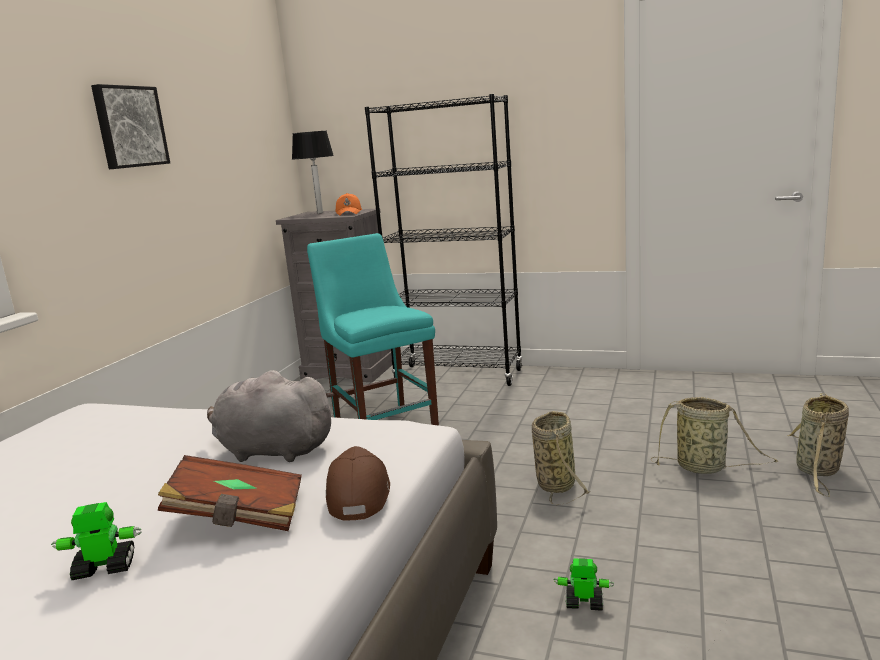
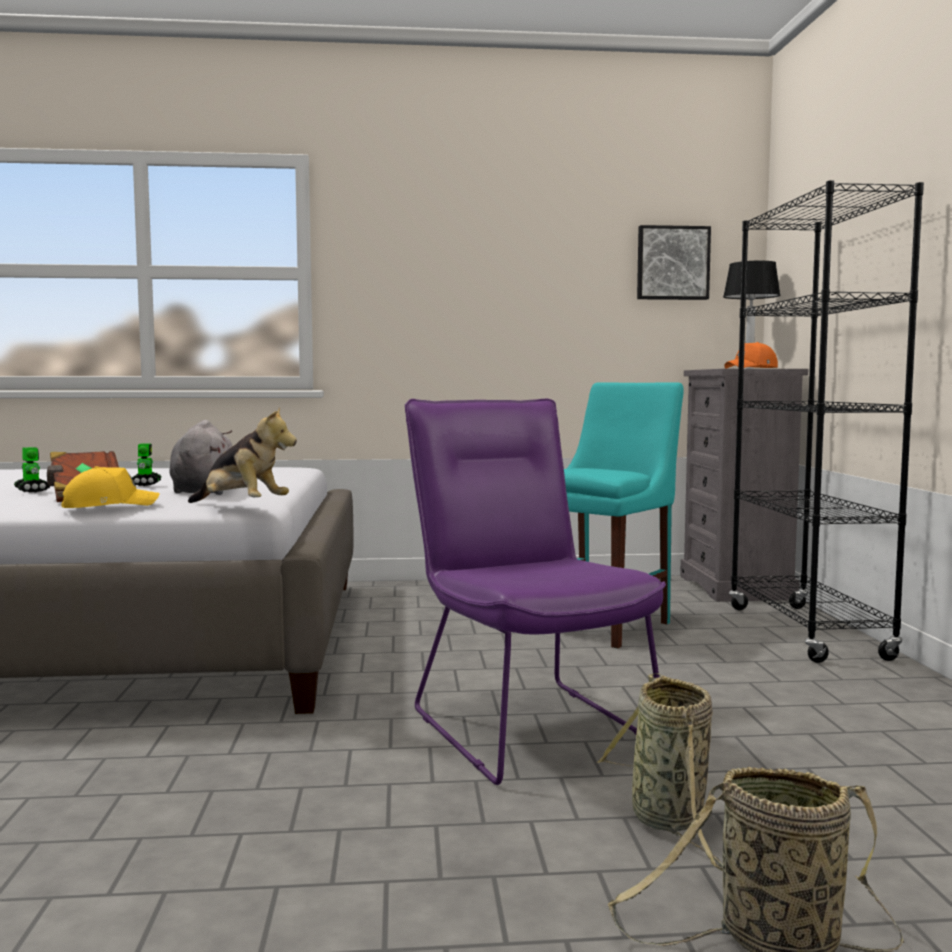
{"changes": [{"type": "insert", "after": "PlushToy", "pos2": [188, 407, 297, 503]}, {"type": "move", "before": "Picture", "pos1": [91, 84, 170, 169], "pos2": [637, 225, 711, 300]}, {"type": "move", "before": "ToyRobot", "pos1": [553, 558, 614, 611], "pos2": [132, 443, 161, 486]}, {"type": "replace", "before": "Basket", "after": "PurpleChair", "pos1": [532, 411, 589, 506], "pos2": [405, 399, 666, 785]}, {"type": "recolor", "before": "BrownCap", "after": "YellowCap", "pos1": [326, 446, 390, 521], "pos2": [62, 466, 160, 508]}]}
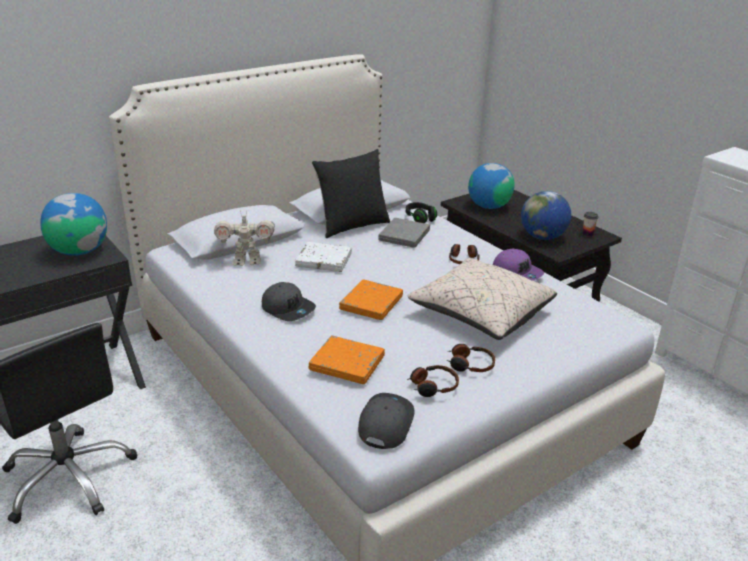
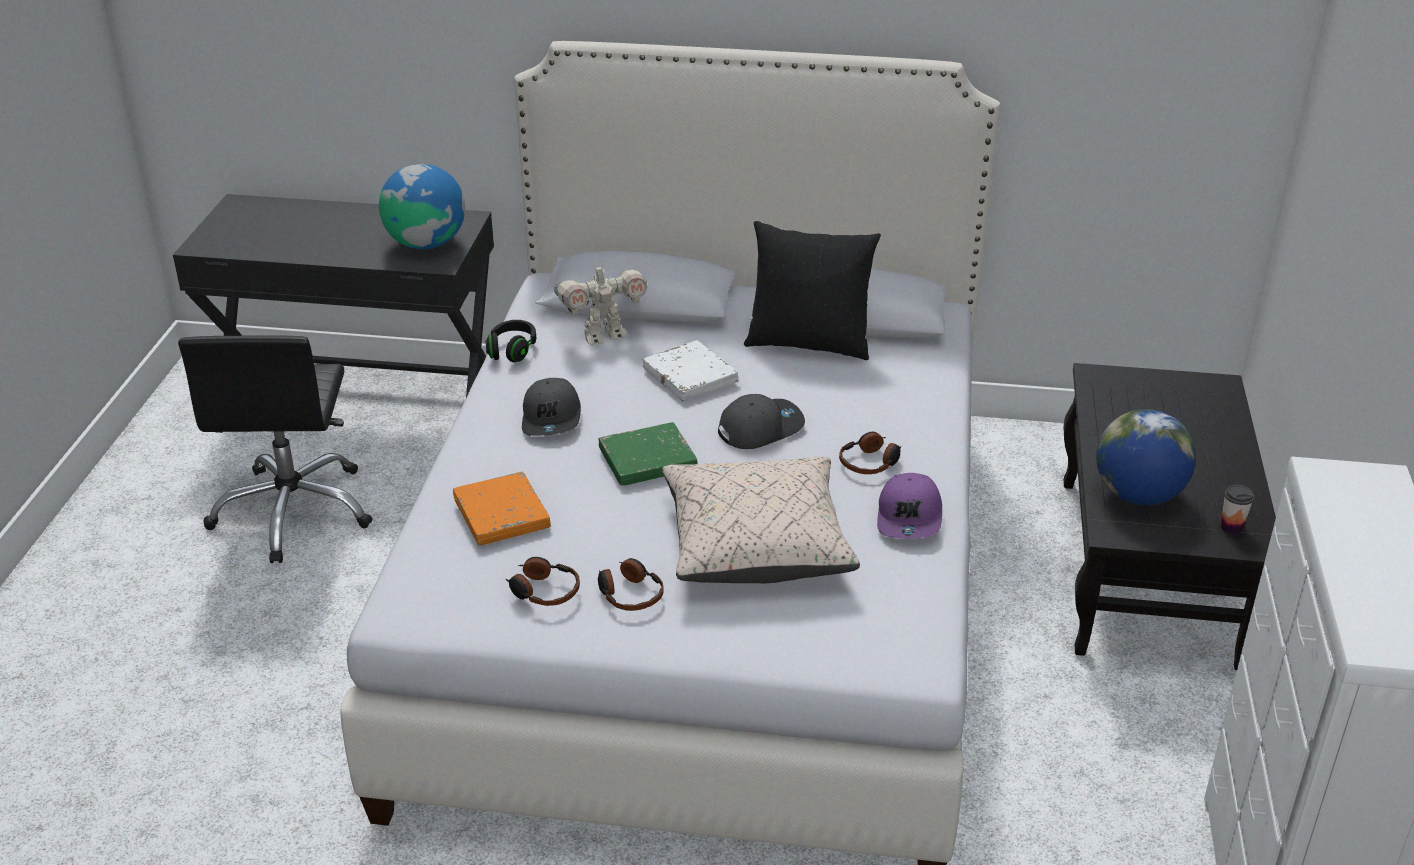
{"changes": [{"type": "delete", "before": "GreyBook", "pos1": [378, 218, 430, 248]}, {"type": "delete", "before": "Globe", "pos1": [468, 163, 515, 209]}, {"type": "move", "before": "GreyCap", "pos1": [358, 393, 414, 449], "pos2": [718, 394, 805, 449]}, {"type": "move", "before": "BlackHeadphones", "pos1": [406, 202, 437, 223], "pos2": [485, 320, 536, 362]}, {"type": "recolor", "before": "OrangeBook", "after": "GreenBook", "pos1": [339, 280, 403, 320], "pos2": [599, 422, 698, 486]}, {"type": "rotate", "before": "ToyRobot", "pos1": [214, 210, 275, 266], "pos2": [554, 262, 648, 345], "turn": -60}]}
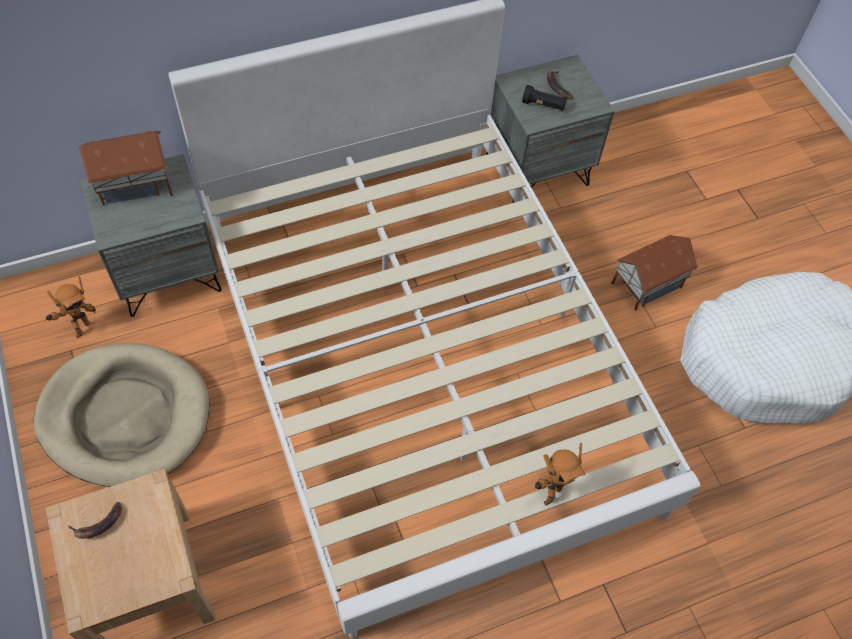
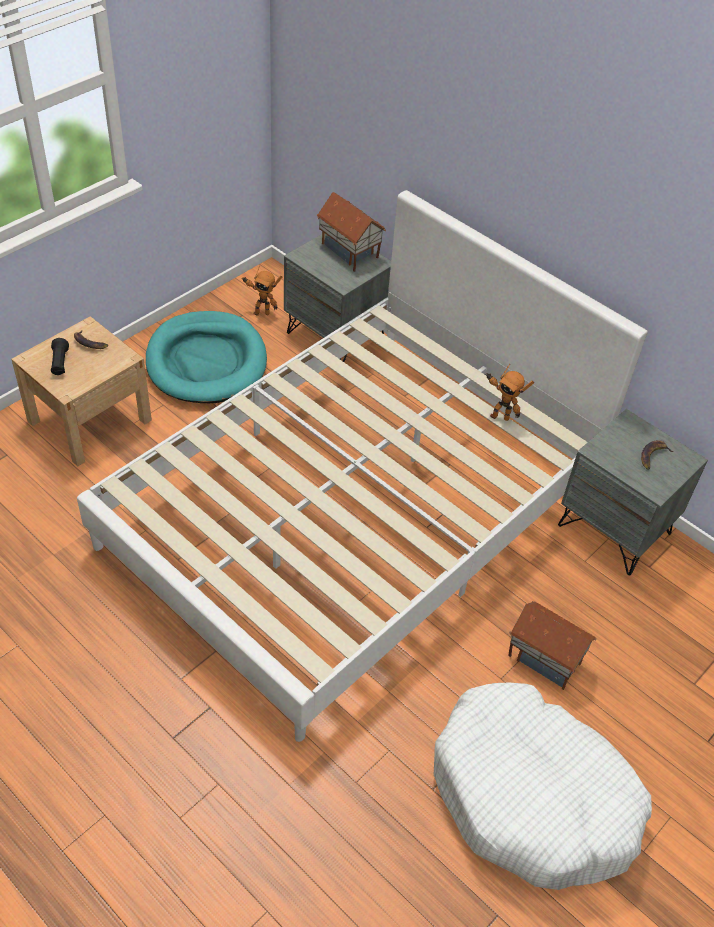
{"changes": [{"type": "move", "before": "BlackFlashlight", "pos1": [522, 85, 567, 111], "pos2": [51, 338, 69, 375]}, {"type": "move", "before": "ToyRobot", "pos1": [535, 443, 586, 505], "pos2": [485, 364, 534, 421]}, {"type": "recolor", "before": "BeigeDogBed", "after": "TurquoiseDogBed", "pos1": [33, 343, 209, 487], "pos2": [146, 311, 267, 403]}]}
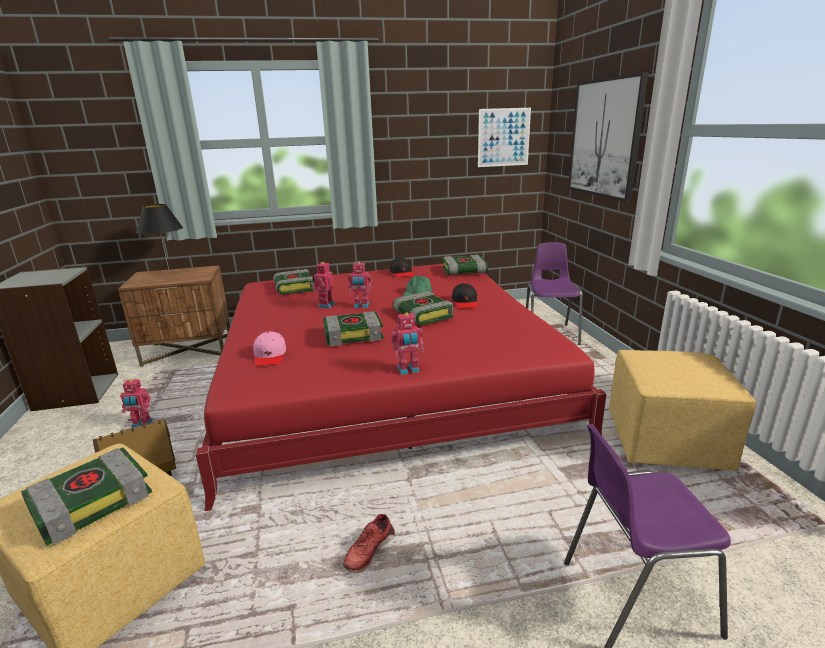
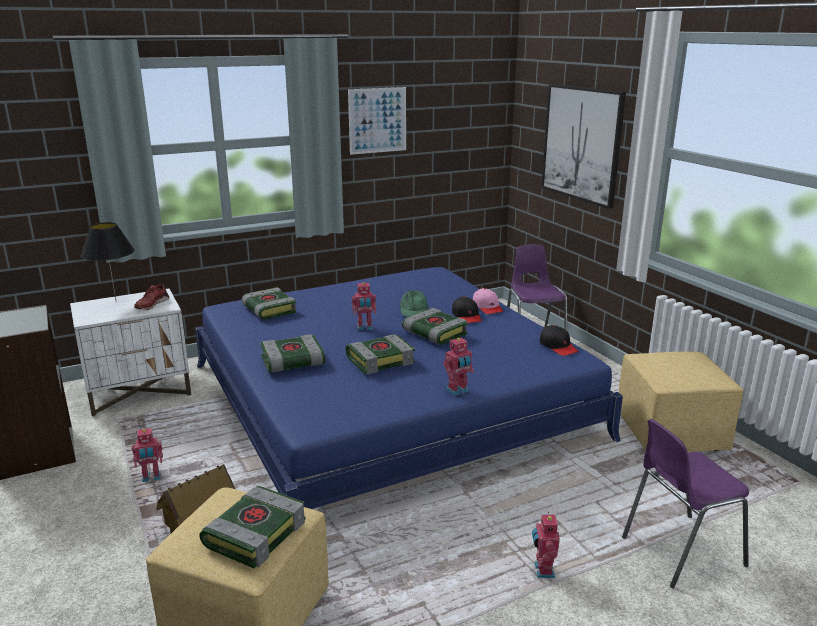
{"changes": [{"type": "move", "before": "PinkCap", "pos1": [253, 331, 286, 366], "pos2": [473, 288, 503, 314]}, {"type": "move", "before": "ToyRobot", "pos1": [313, 262, 335, 308], "pos2": [532, 512, 560, 578]}, {"type": "move", "before": "RedShoe", "pos1": [343, 514, 395, 573], "pos2": [134, 284, 169, 310]}, {"type": "move", "before": "BlackCap", "pos1": [390, 257, 413, 278], "pos2": [540, 325, 579, 356]}, {"type": "move", "before": "Book", "pos1": [442, 255, 488, 275], "pos2": [260, 334, 325, 373]}, {"type": "move", "before": "Picture", "pos1": [478, 108, 531, 167], "pos2": [348, 87, 406, 155]}, {"type": "recolor", "before": "BrownNightstand", "after": "WhiteNightstand", "pos1": [118, 265, 230, 367], "pos2": [70, 289, 191, 417]}, {"type": "recolor", "before": "RedBed", "after": "BlueBed", "pos1": [196, 264, 607, 511], "pos2": [195, 267, 623, 509]}]}
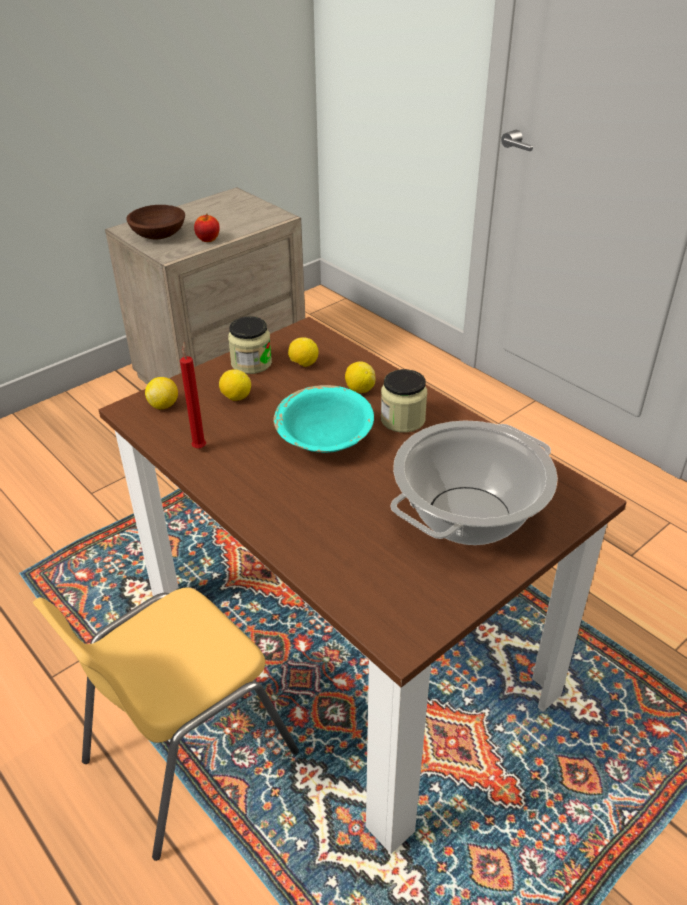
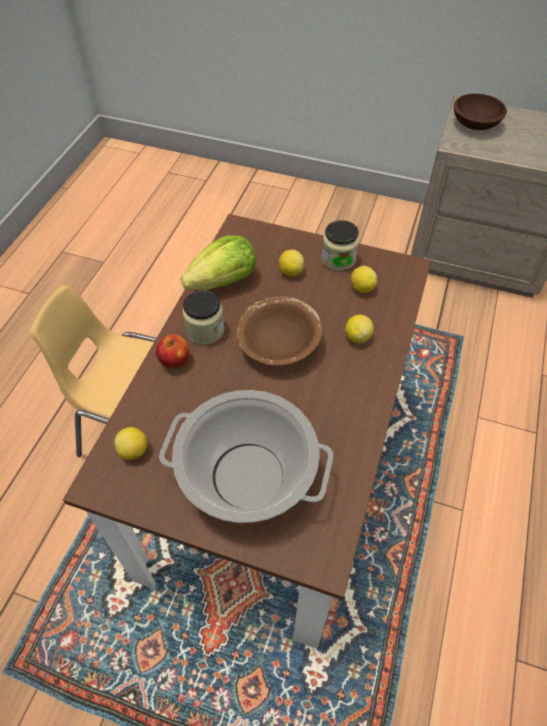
{"changes": [{"type": "move", "before": "Lemon", "pos1": [145, 377, 178, 409], "pos2": [114, 427, 147, 460]}, {"type": "move", "before": "Apple", "pos1": [194, 214, 220, 242], "pos2": [156, 334, 189, 368]}, {"type": "move", "before": "Jar", "pos1": [381, 369, 427, 433], "pos2": [182, 290, 225, 345]}, {"type": "replace", "before": "RedCandle", "after": "Lettuce", "pos1": [180, 342, 206, 449], "pos2": [180, 235, 256, 290]}, {"type": "recolor", "before": "TurquoiseBowl", "after": "BrownBowl", "pos1": [273, 385, 374, 453], "pos2": [237, 297, 322, 365]}]}
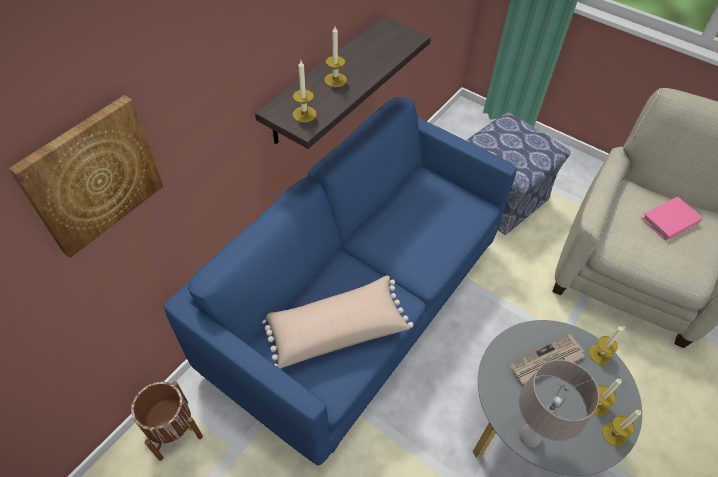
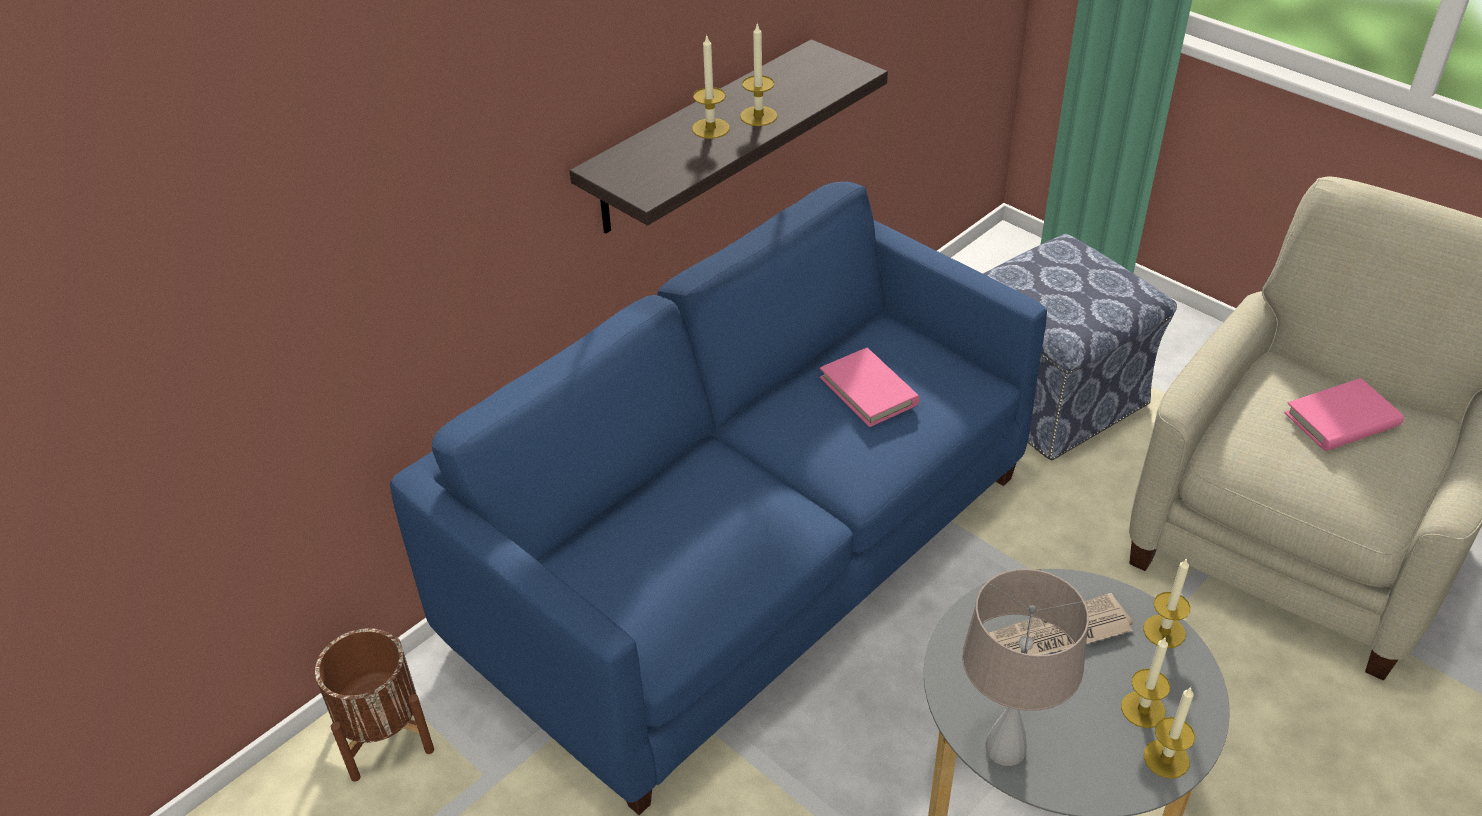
{"changes": [{"type": "delete", "before": "Picture", "pos1": [8, 95, 163, 258]}, {"type": "delete", "before": "BeigePillow", "pos1": [262, 275, 413, 368]}, {"type": "insert", "after": "PinkBook", "pos2": [820, 348, 920, 427]}, {"type": "move", "before": "Candle", "pos1": [293, 60, 317, 123], "pos2": [740, 22, 778, 126]}]}
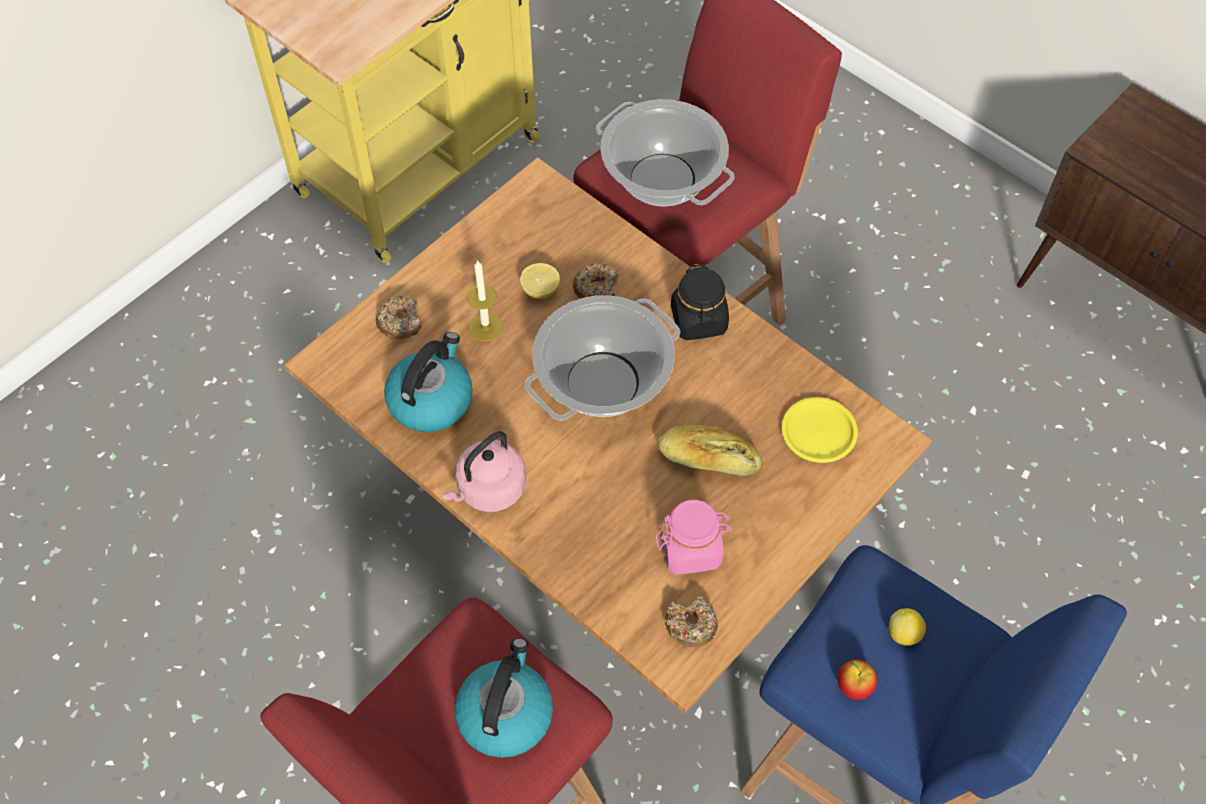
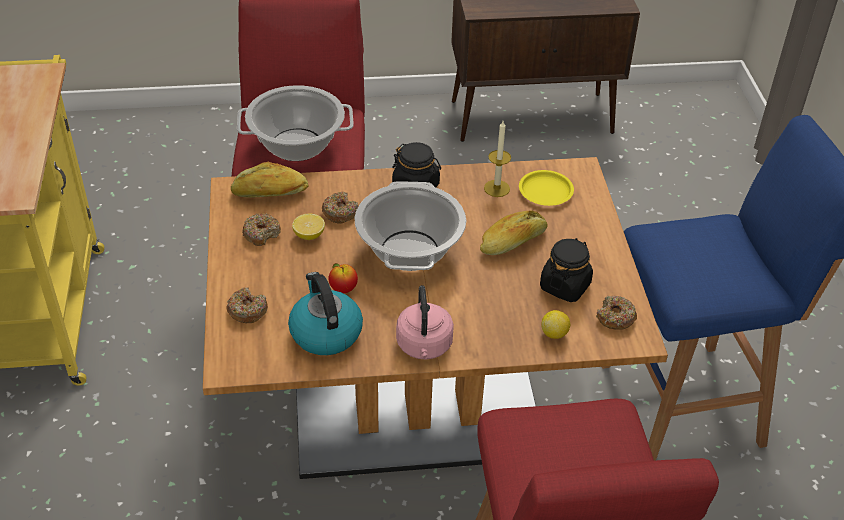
{"changes": [{"type": "delete", "before": "Kettle", "pos1": [455, 638, 553, 758]}, {"type": "insert", "after": "Bread", "pos2": [231, 162, 308, 198]}, {"type": "insert", "after": "Donut", "pos2": [242, 214, 281, 246]}, {"type": "move", "before": "Candle", "pos1": [467, 260, 503, 342], "pos2": [484, 121, 511, 197]}, {"type": "move", "before": "Apple", "pos1": [838, 660, 877, 700], "pos2": [328, 263, 358, 293]}, {"type": "move", "before": "Lemon", "pos1": [889, 608, 926, 646], "pos2": [541, 310, 570, 339]}, {"type": "recolor", "before": "PinkJar", "after": "BlackJar", "pos1": [655, 500, 732, 575], "pos2": [540, 238, 593, 302]}]}
